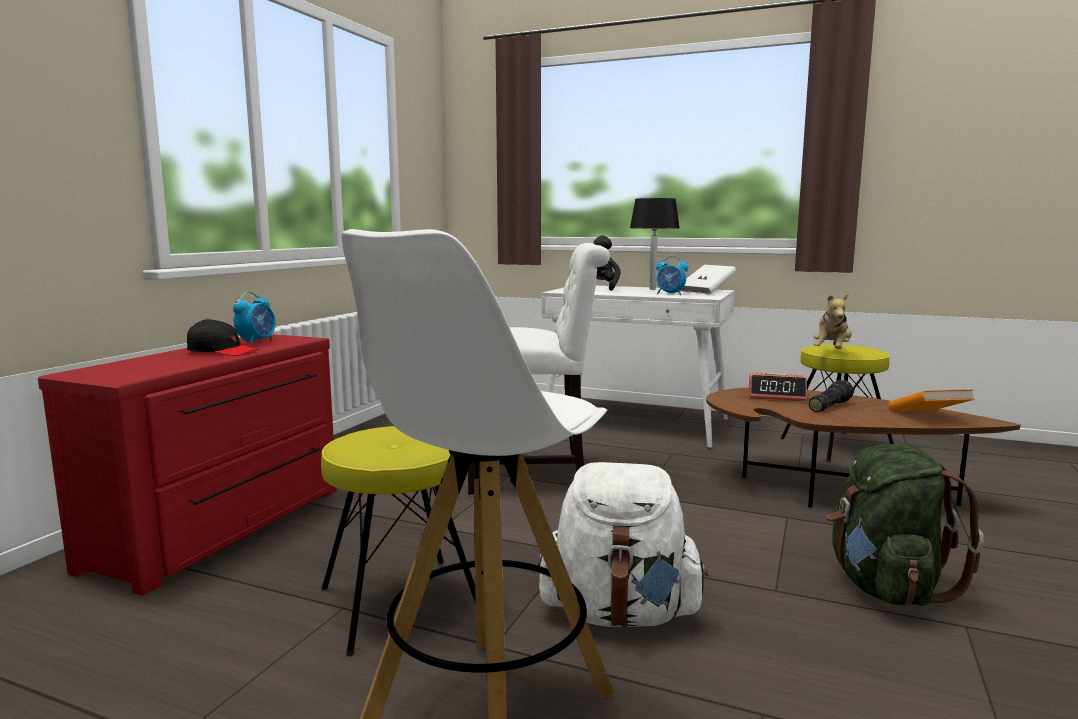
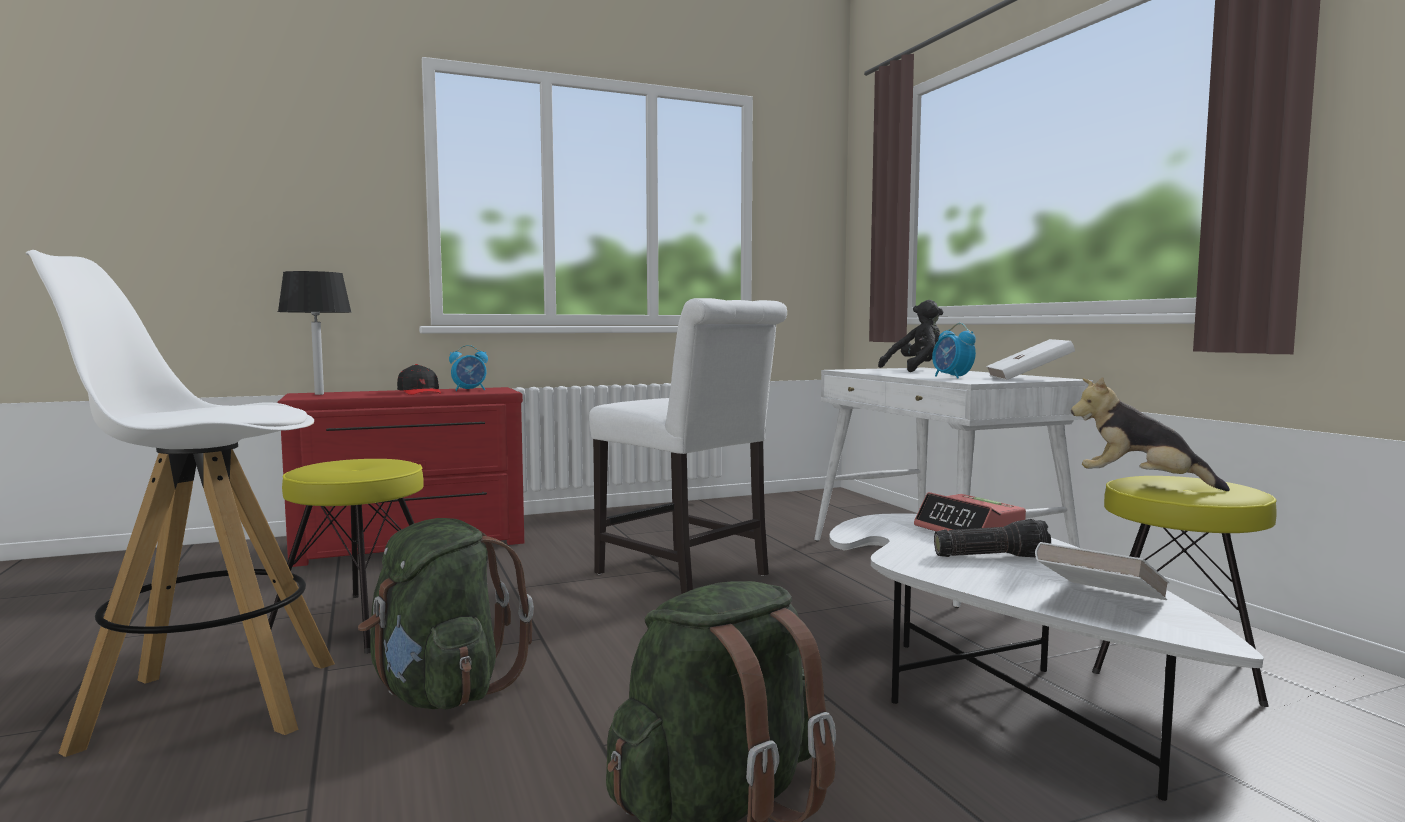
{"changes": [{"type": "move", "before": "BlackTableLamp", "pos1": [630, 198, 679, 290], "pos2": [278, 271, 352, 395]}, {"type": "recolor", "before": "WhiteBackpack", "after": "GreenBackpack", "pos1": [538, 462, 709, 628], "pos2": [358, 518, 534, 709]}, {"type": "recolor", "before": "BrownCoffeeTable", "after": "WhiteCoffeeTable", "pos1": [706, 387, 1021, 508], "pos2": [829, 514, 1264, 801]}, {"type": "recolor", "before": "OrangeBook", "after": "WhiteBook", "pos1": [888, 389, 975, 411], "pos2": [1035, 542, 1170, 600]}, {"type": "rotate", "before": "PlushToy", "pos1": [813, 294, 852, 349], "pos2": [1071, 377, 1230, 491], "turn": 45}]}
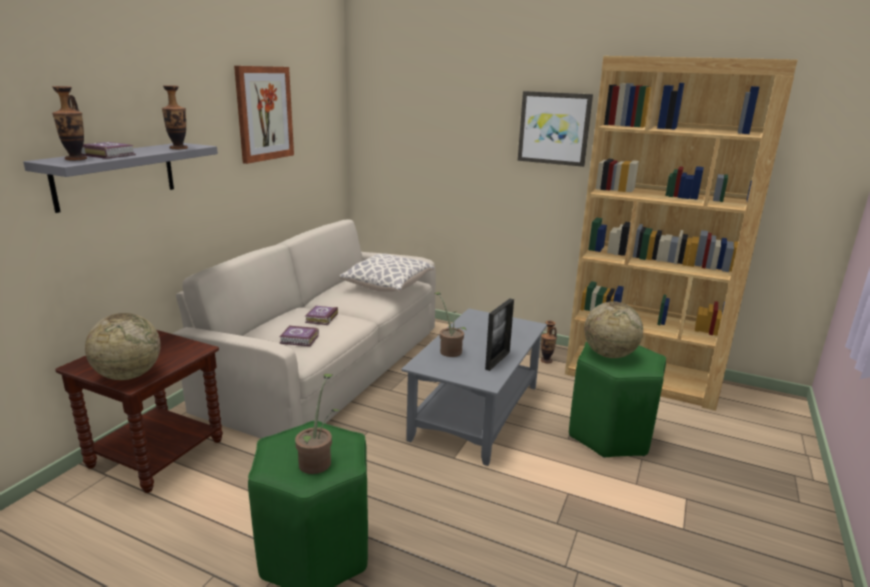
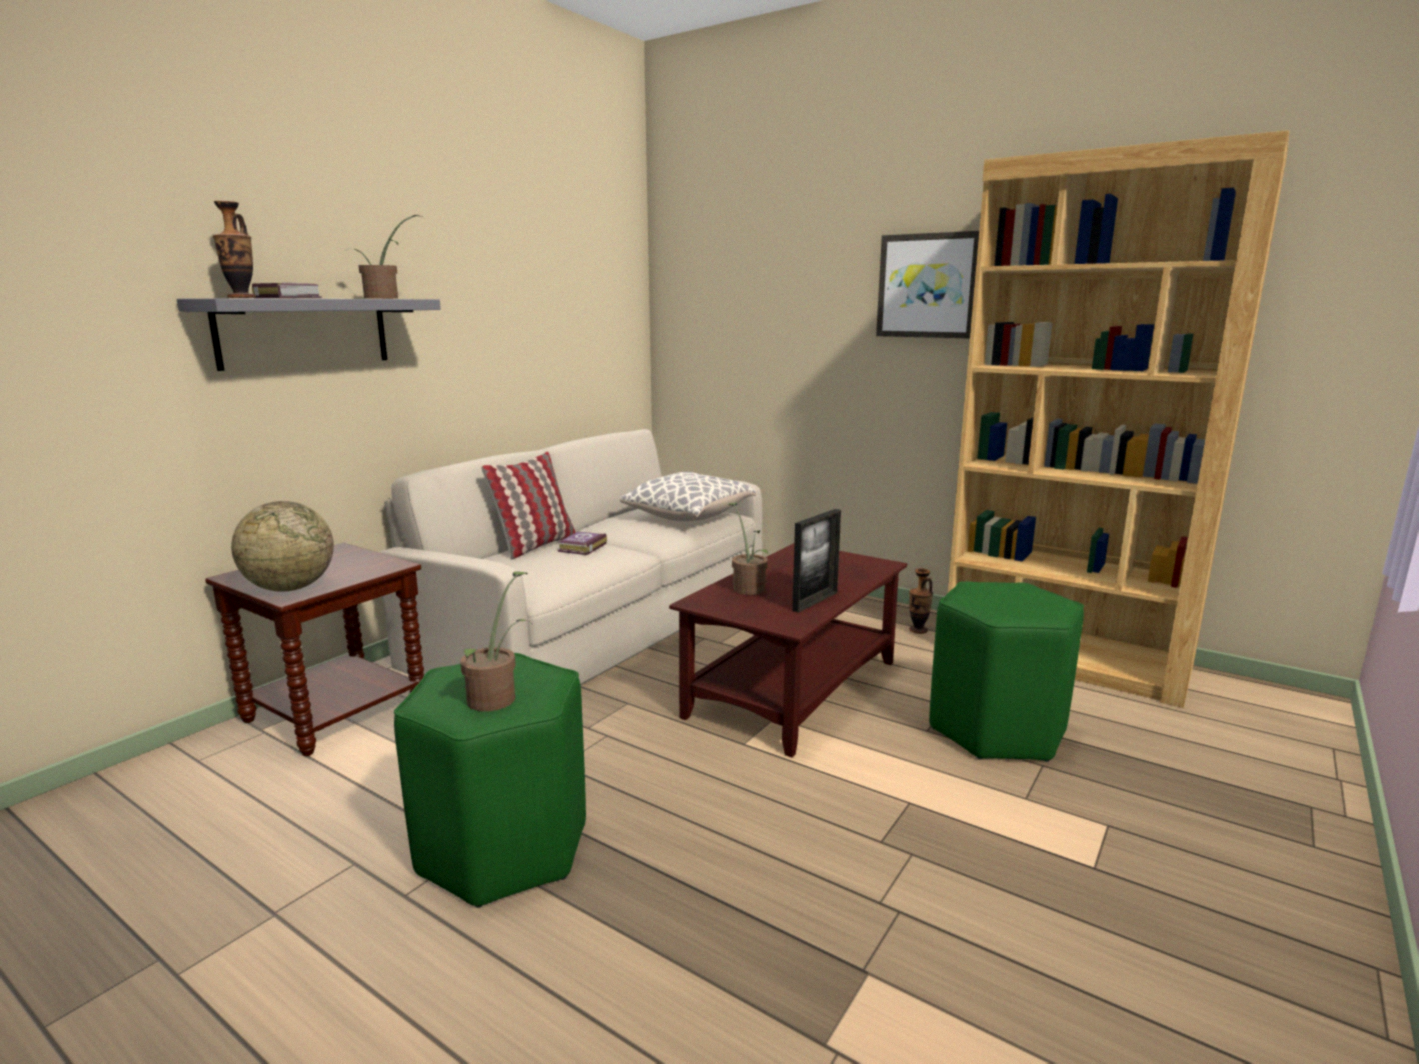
{"changes": [{"type": "delete", "before": "Picture", "pos1": [234, 66, 294, 164]}, {"type": "delete", "before": "Book", "pos1": [279, 326, 319, 346]}, {"type": "delete", "before": "Globe", "pos1": [584, 301, 643, 358]}, {"type": "insert", "after": "Pillow", "pos2": [481, 452, 576, 559]}, {"type": "replace", "before": "Vase", "after": "PottedPlant", "pos1": [162, 85, 188, 149], "pos2": [345, 215, 424, 299]}, {"type": "recolor", "before": "GreyCoffeeTable", "after": "BrownCoffeeTable", "pos1": [401, 308, 547, 466], "pos2": [669, 543, 907, 757]}]}
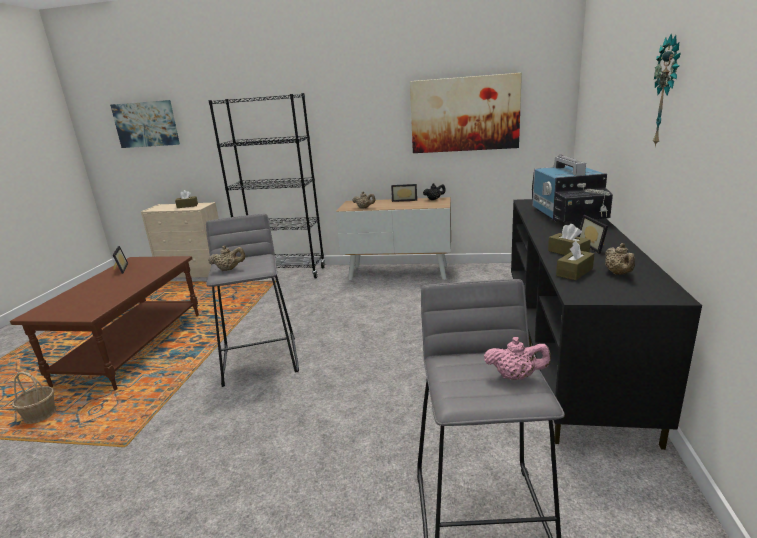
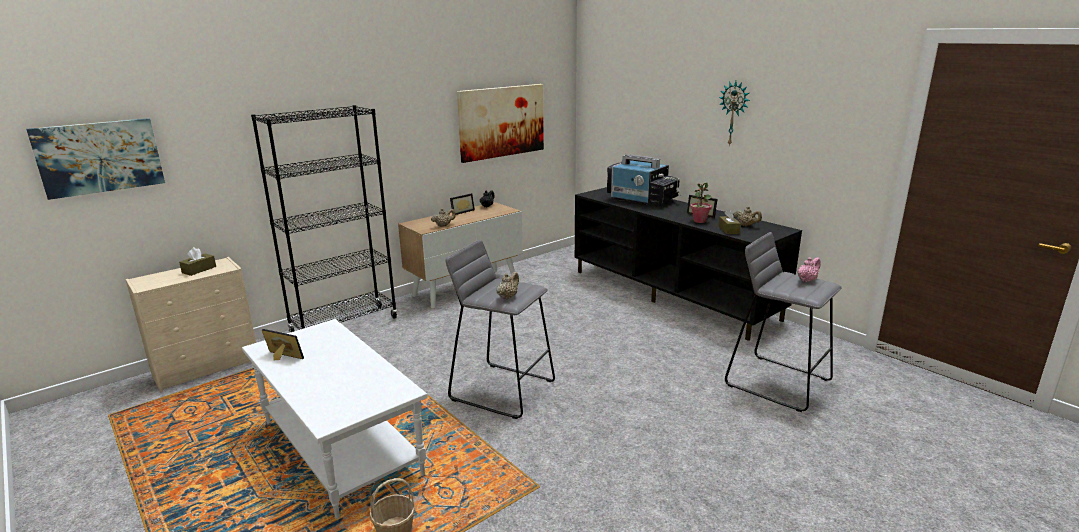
{"changes": [{"type": "replace", "before": "BrownTissueBox", "after": "PottedPlant", "pos1": [548, 224, 591, 255], "pos2": [690, 183, 712, 223]}, {"type": "recolor", "before": "BrownCoffeeTable", "after": "WhiteCoffeeTable", "pos1": [10, 256, 199, 390], "pos2": [242, 319, 428, 519]}]}
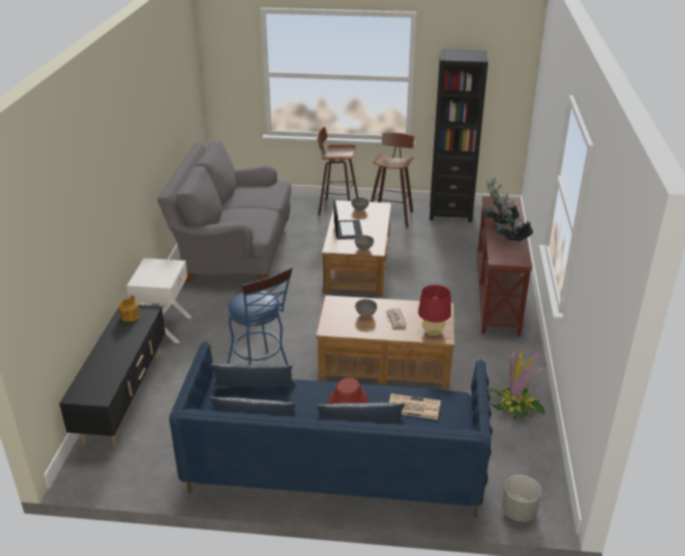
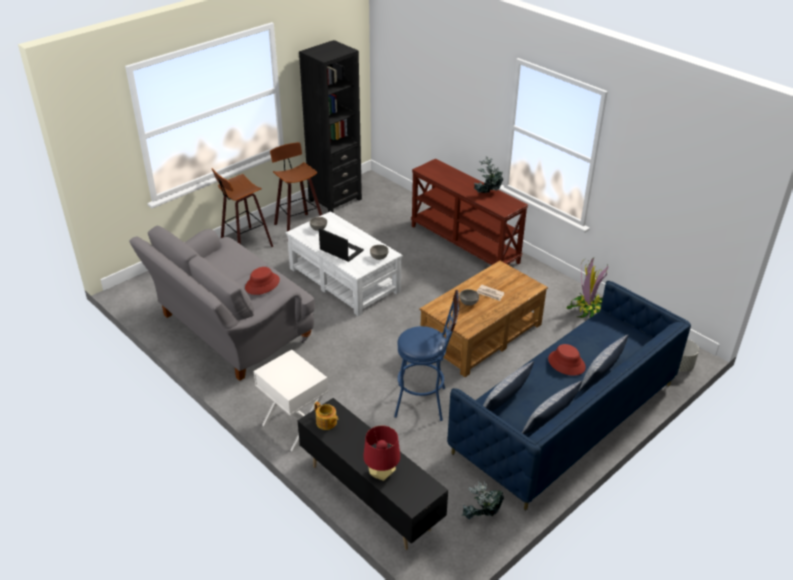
{"changes": [{"type": "delete", "before": "Newspaper", "pos1": [389, 393, 441, 420]}, {"type": "insert", "after": "RedHat", "pos2": [245, 267, 280, 295]}, {"type": "move", "before": "RedTableLamp", "pos1": [418, 285, 451, 336], "pos2": [363, 425, 400, 481]}, {"type": "move", "before": "PottedPlant", "pos1": [481, 177, 520, 224], "pos2": [460, 481, 504, 519]}, {"type": "recolor", "before": "BrownCoffeeTable", "after": "WhiteCoffeeTable", "pos1": [322, 200, 391, 297], "pos2": [286, 211, 403, 316]}]}
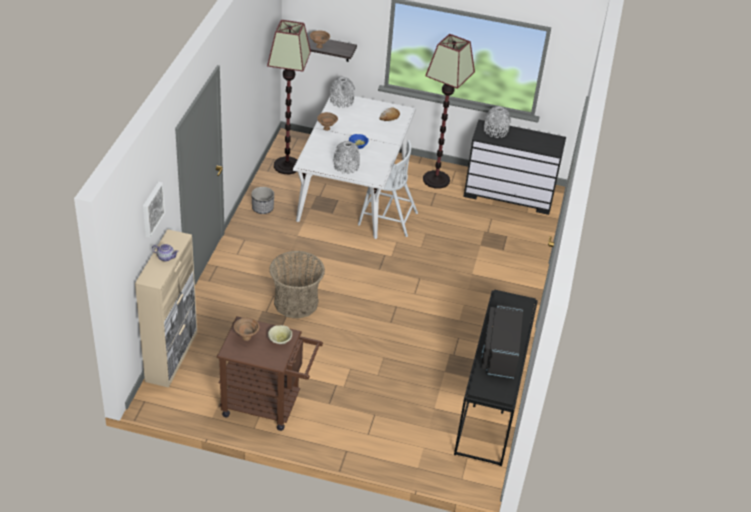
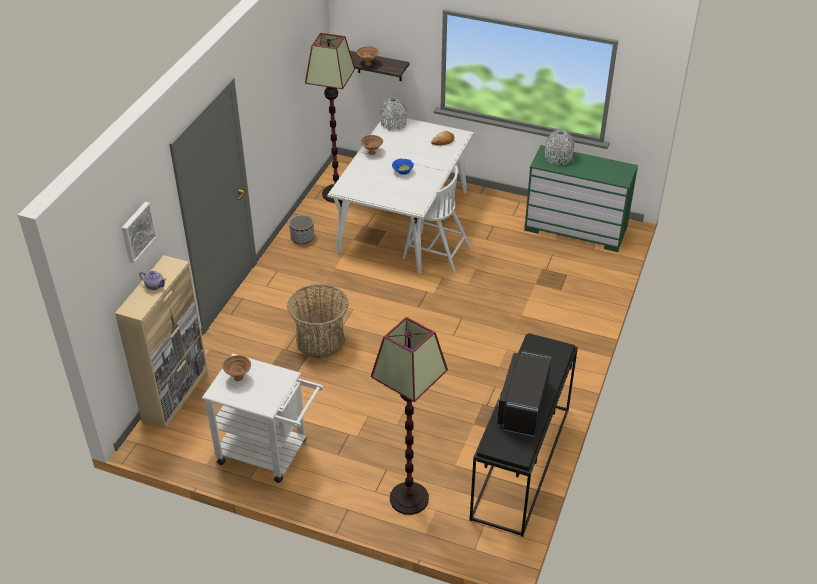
{"changes": [{"type": "delete", "before": "BeigeBowl", "pos1": [268, 325, 292, 344]}, {"type": "delete", "before": "GreyVase", "pos1": [334, 141, 360, 174]}, {"type": "move", "before": "FloorLamp", "pos1": [423, 34, 475, 189], "pos2": [371, 317, 448, 515]}, {"type": "recolor", "before": "BrownCart", "after": "WhiteCart", "pos1": [217, 316, 323, 431], "pos2": [202, 354, 324, 483]}, {"type": "recolor", "before": "BlackDresser", "after": "GreenDresser", "pos1": [464, 120, 566, 215], "pos2": [524, 145, 638, 252]}]}
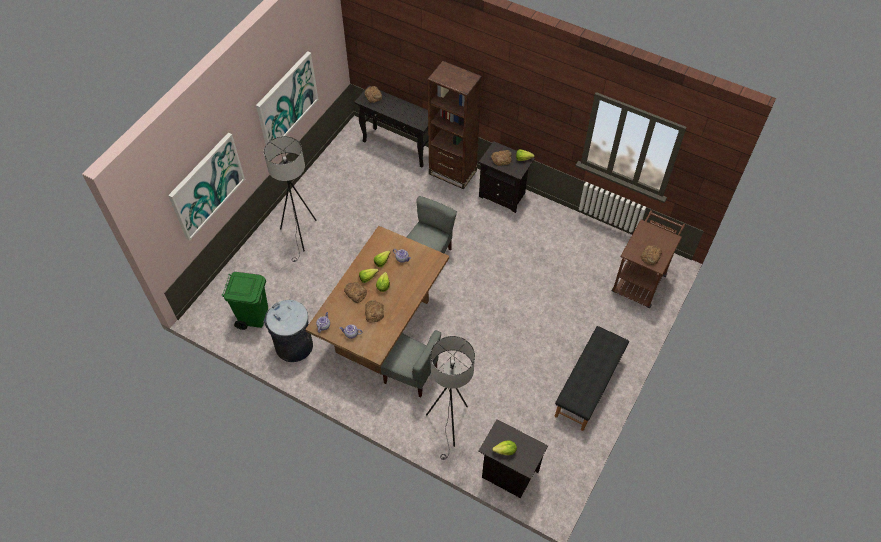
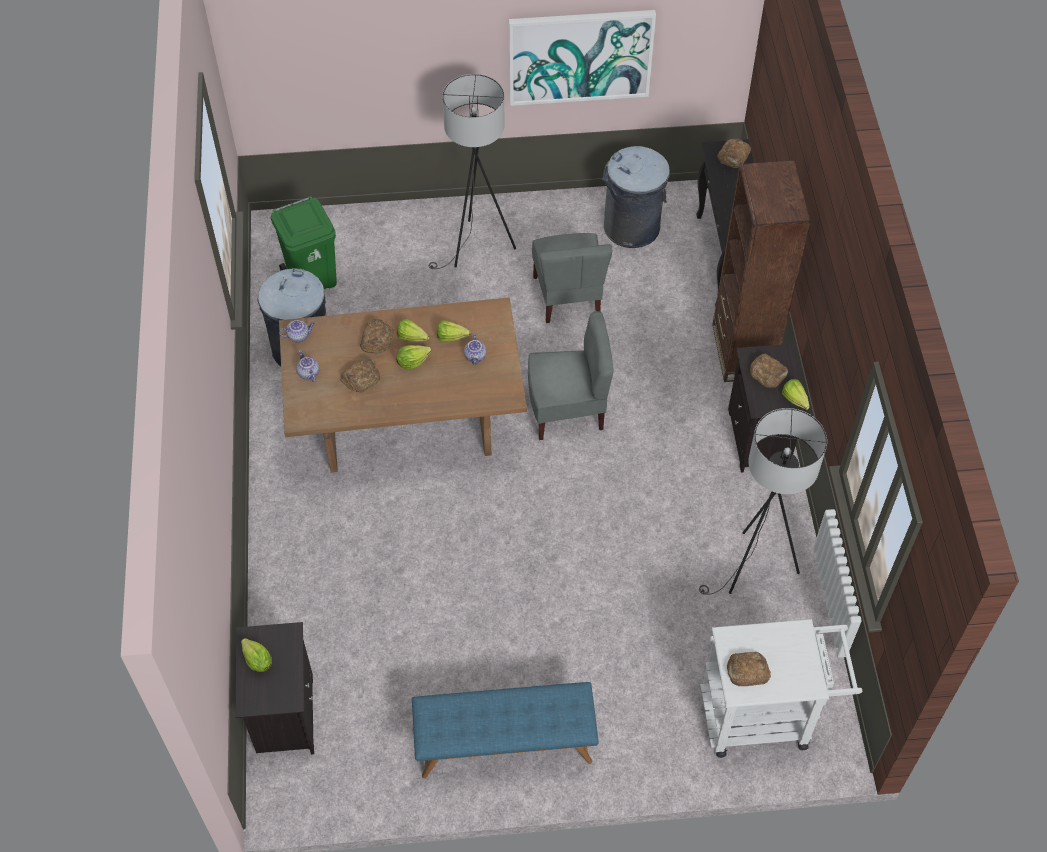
{"changes": [{"type": "delete", "before": "Picture", "pos1": [168, 133, 245, 241]}, {"type": "insert", "after": "GreyTrashCan", "pos2": [602, 146, 670, 248]}, {"type": "move", "before": "GreyChair", "pos1": [381, 330, 441, 397], "pos2": [532, 233, 612, 323]}, {"type": "move", "before": "GreyFloorLamp", "pos1": [426, 336, 475, 460], "pos2": [699, 408, 827, 595]}, {"type": "recolor", "before": "BlackBench", "after": "BlueBench", "pos1": [555, 326, 629, 431], "pos2": [412, 682, 599, 778]}, {"type": "recolor", "before": "BrownCart", "after": "WhiteCart", "pos1": [612, 210, 685, 308], "pos2": [700, 619, 862, 758]}]}
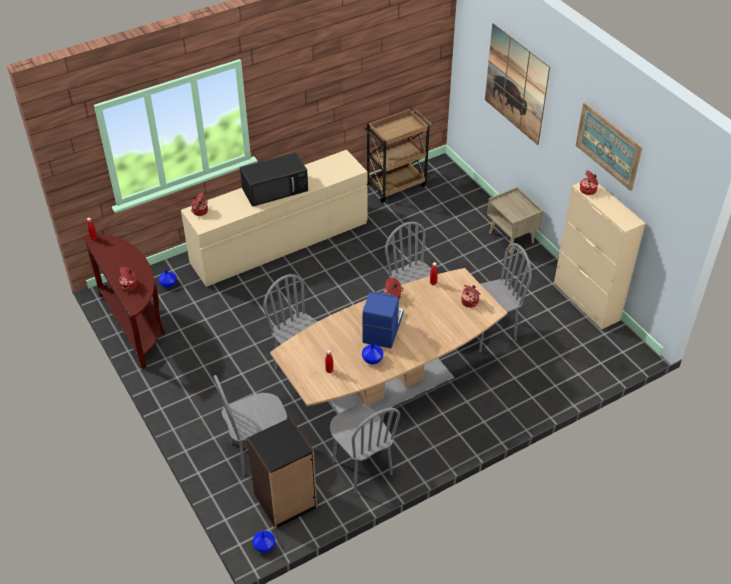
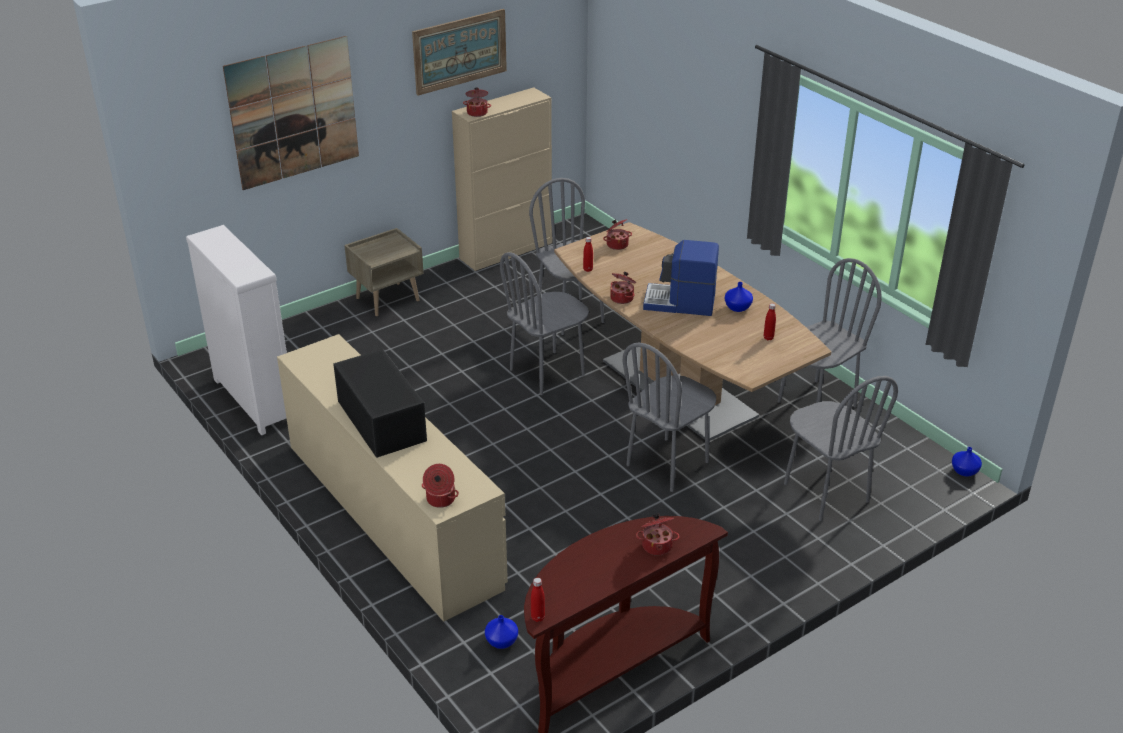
{"changes": [{"type": "delete", "before": "BlackBookcase", "pos1": [247, 417, 317, 529]}, {"type": "replace", "before": "BrownCart", "after": "WhiteDresser", "pos1": [364, 108, 432, 203], "pos2": [186, 225, 287, 435]}]}
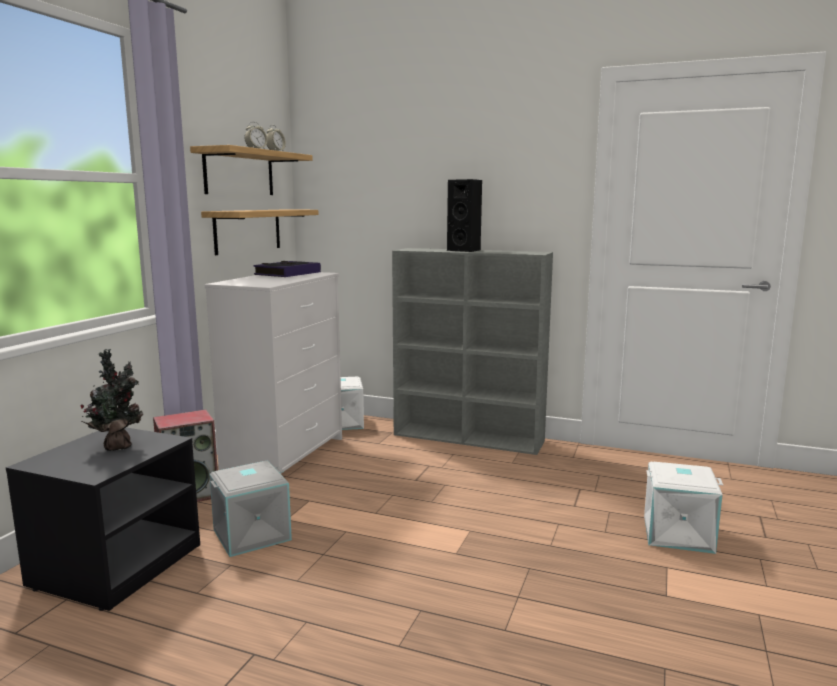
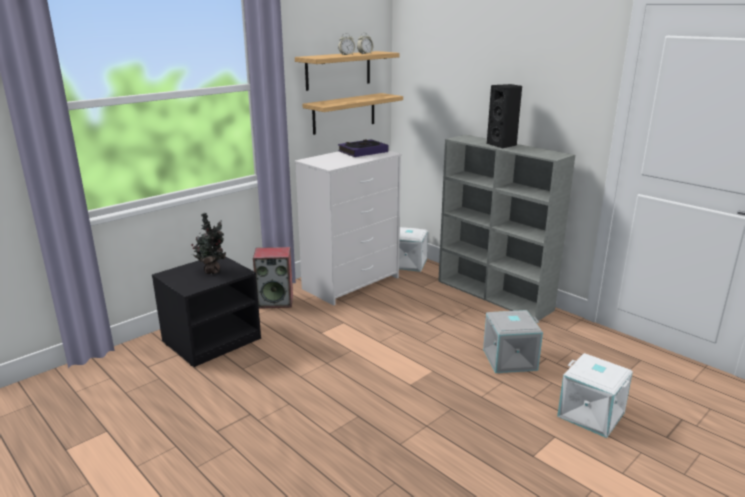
{"changes": [{"type": "move", "before": "GreyStorageBox", "pos1": [209, 461, 292, 557], "pos2": [483, 310, 543, 373]}]}
